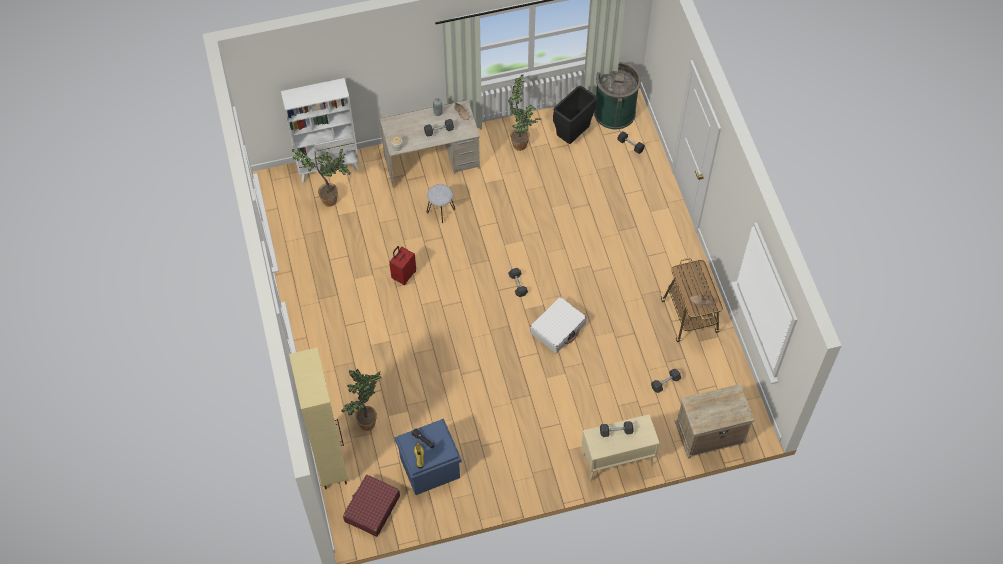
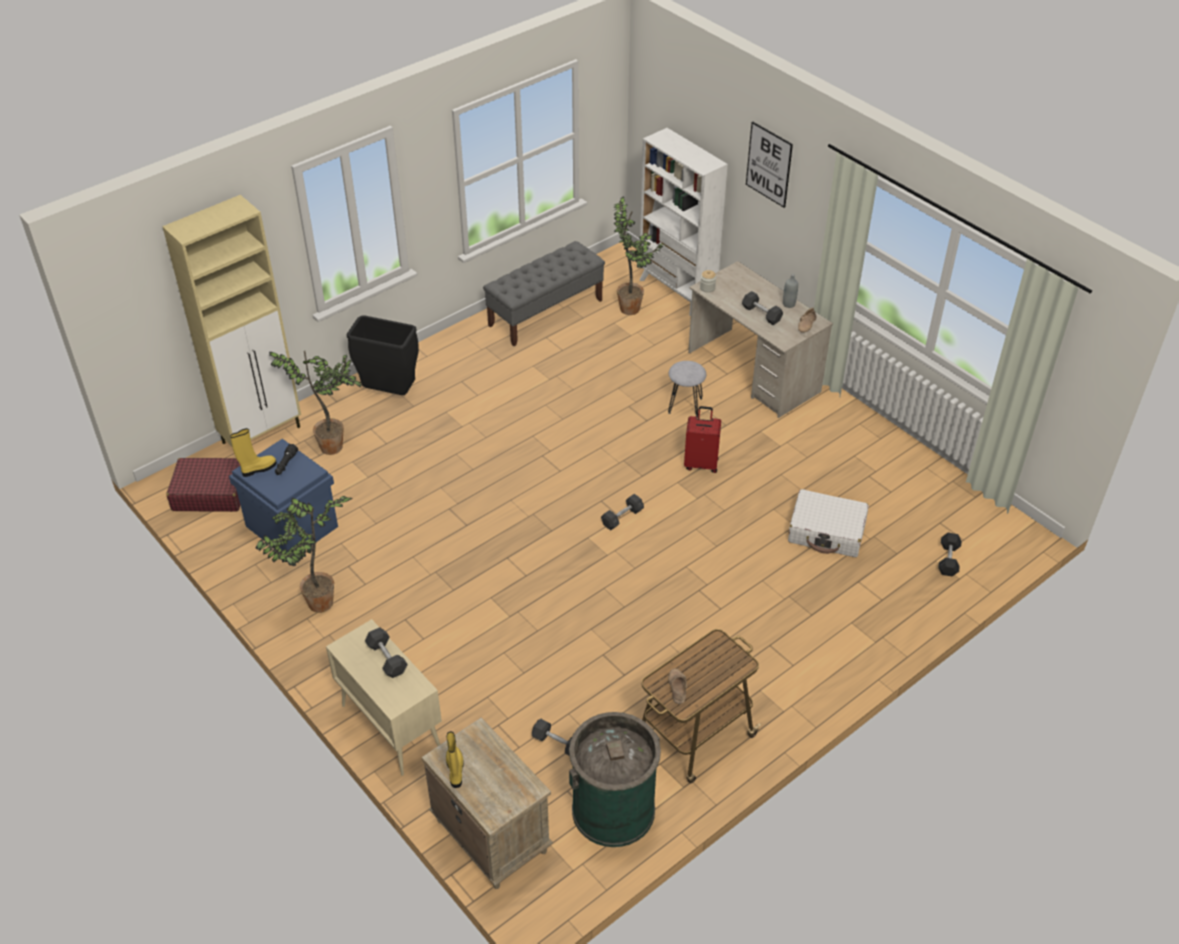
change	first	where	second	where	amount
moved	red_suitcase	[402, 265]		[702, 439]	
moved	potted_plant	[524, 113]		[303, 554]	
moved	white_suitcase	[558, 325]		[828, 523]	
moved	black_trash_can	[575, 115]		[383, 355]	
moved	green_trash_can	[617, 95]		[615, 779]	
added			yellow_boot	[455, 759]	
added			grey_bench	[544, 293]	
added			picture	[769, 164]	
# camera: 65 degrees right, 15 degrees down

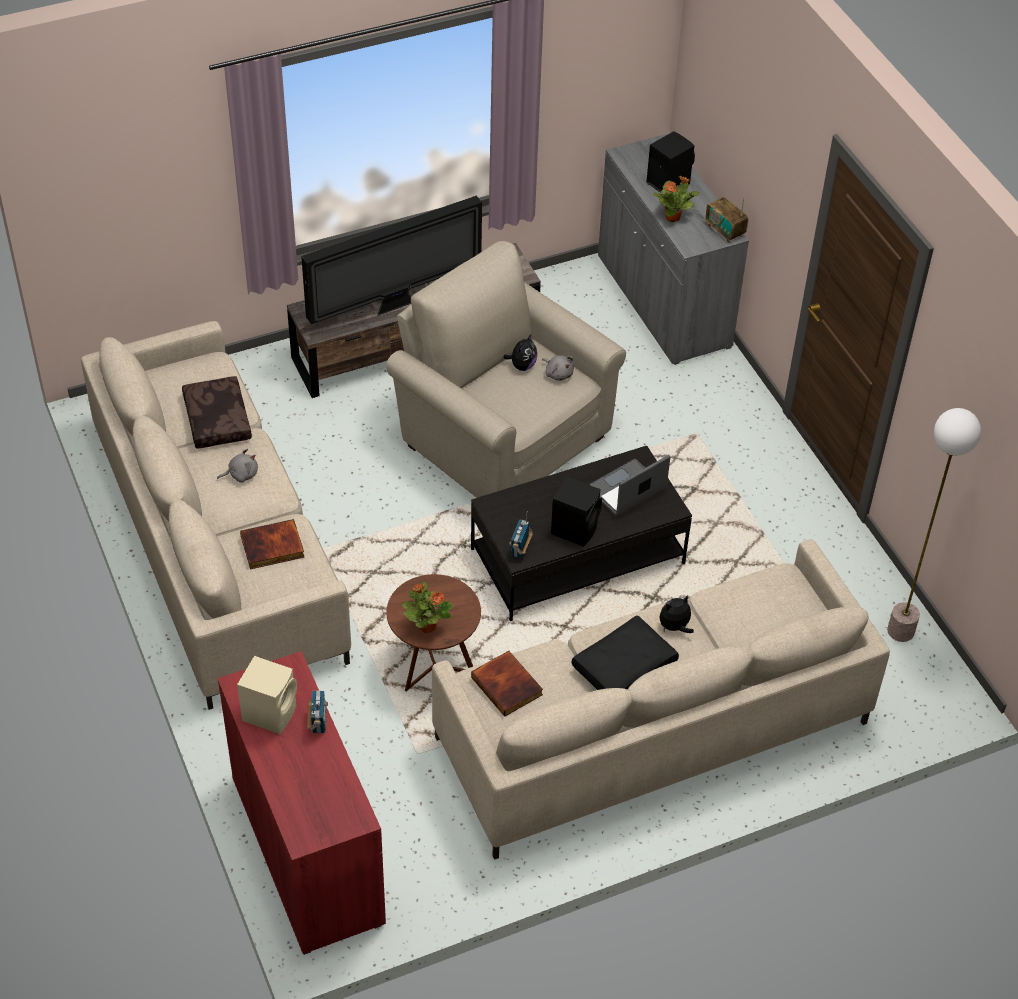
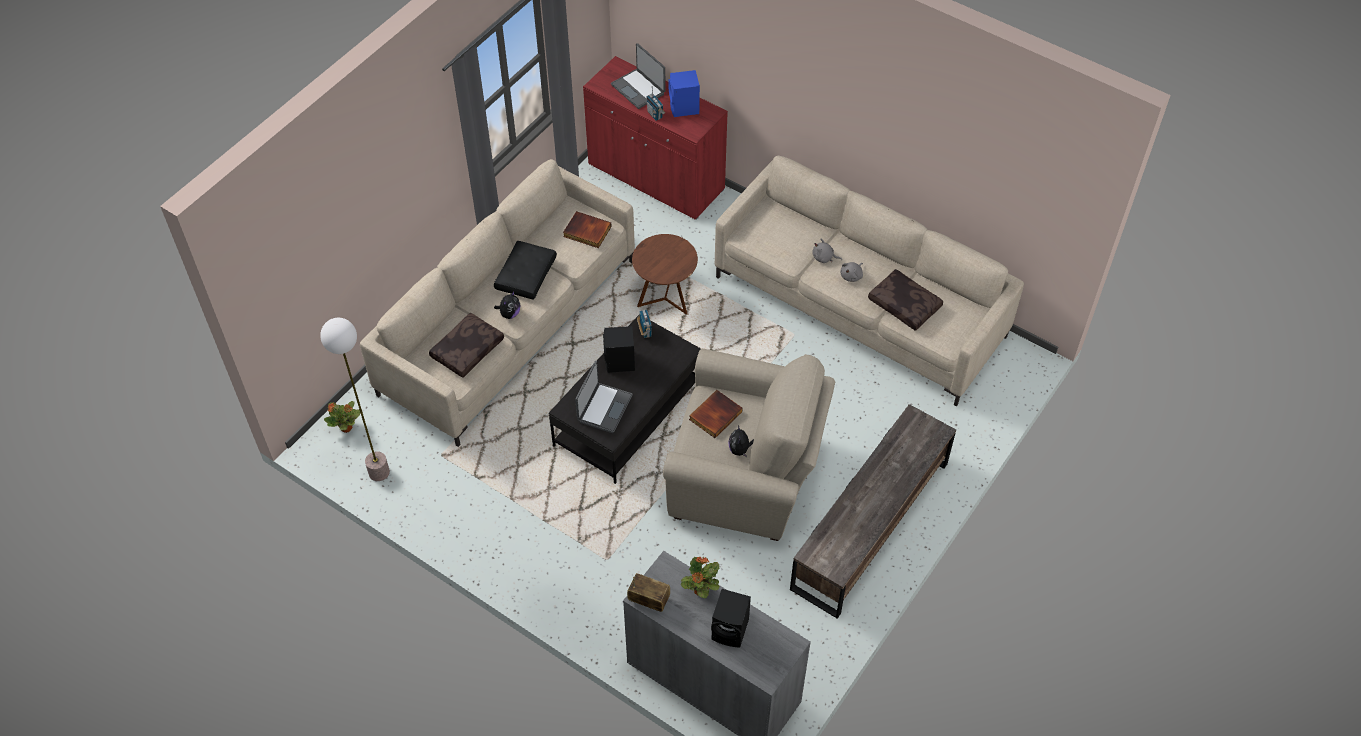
change	first	where	second	where	amount
recoloured	beige_speaker	[267, 695]	blue_speaker	[684, 93]	
moved	book	[272, 544]		[716, 414]	
removed	television	[391, 260]			
moved	potted_plant	[427, 607]		[342, 417]	
moved	grey_plush_toy	[558, 368]		[827, 251]	
added			brown_pillow	[466, 345]	
added			laptop	[638, 76]	
# camera: 150 degrees right, 5 degrees up

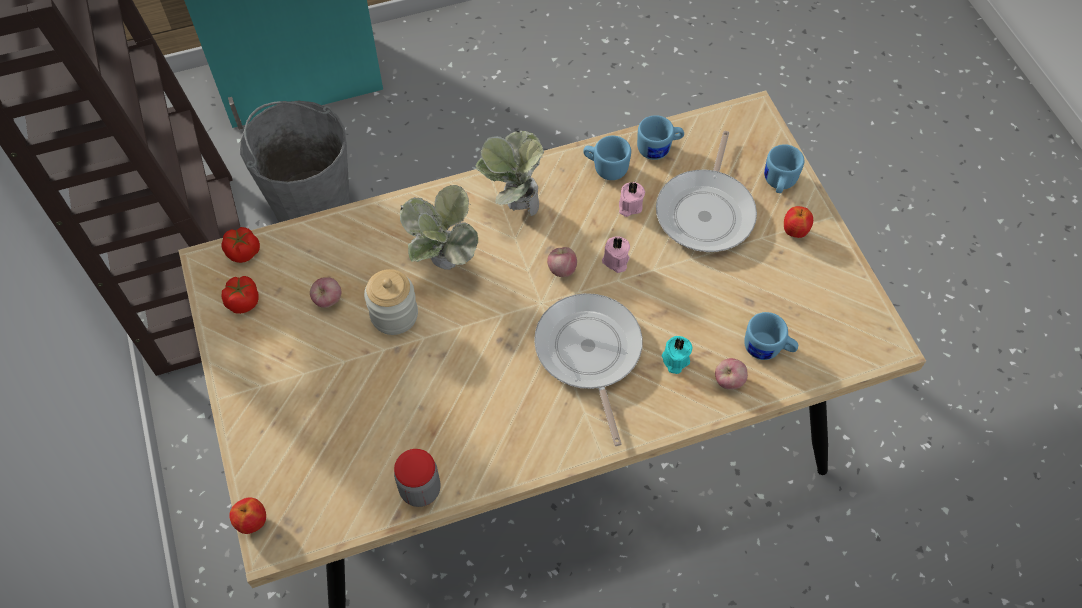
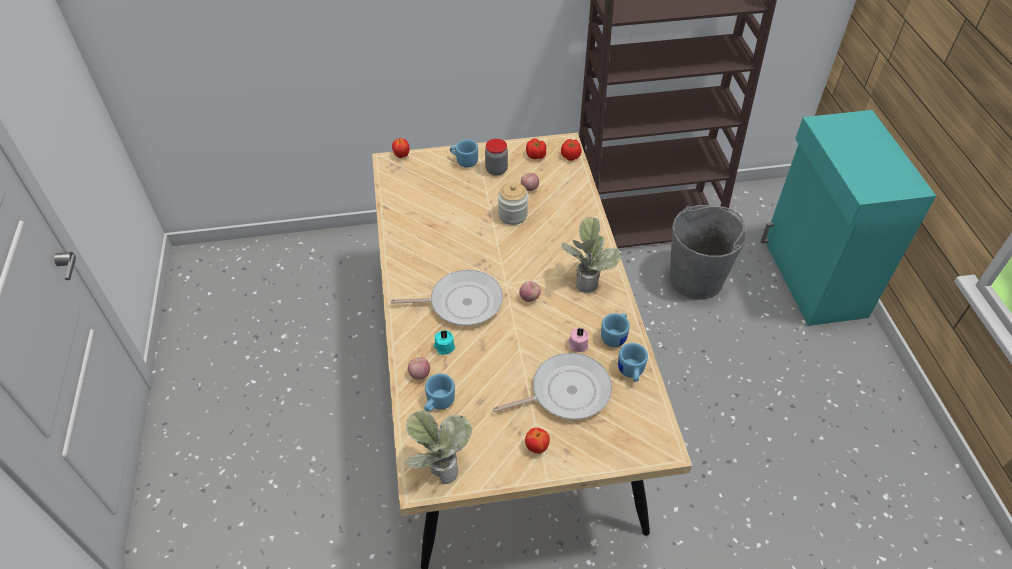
change	first	where	second	where	amount
moved	jar	[417, 478]		[496, 157]	
moved	potted_plant	[439, 227]		[438, 447]	
removed	pink_candle	[616, 254]			
turned	frying_pan	[706, 191]		[552, 386]	135 degrees clockwise
moved	blue_mug	[784, 168]		[464, 154]	
# camera: 100 degrees right, 10 degrees down

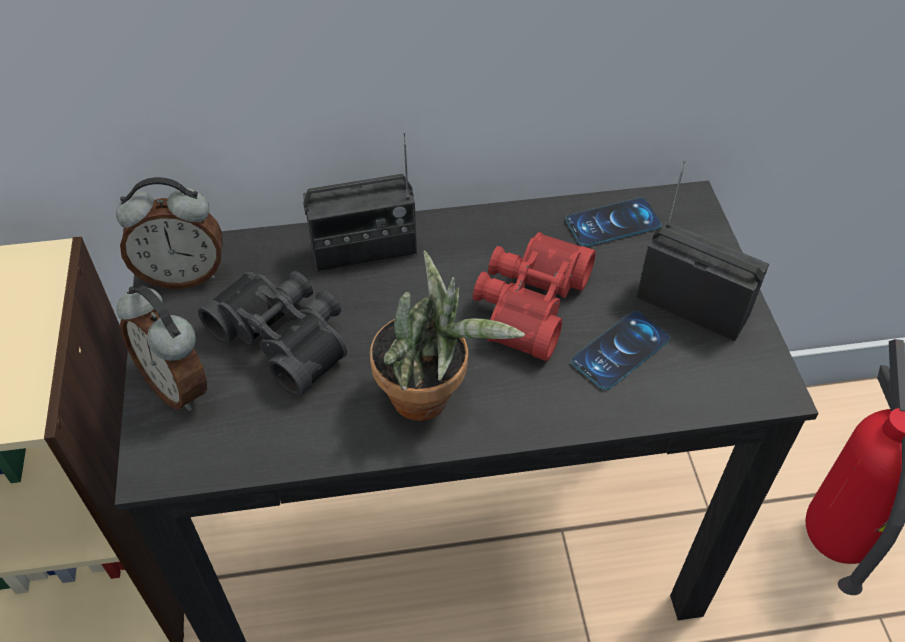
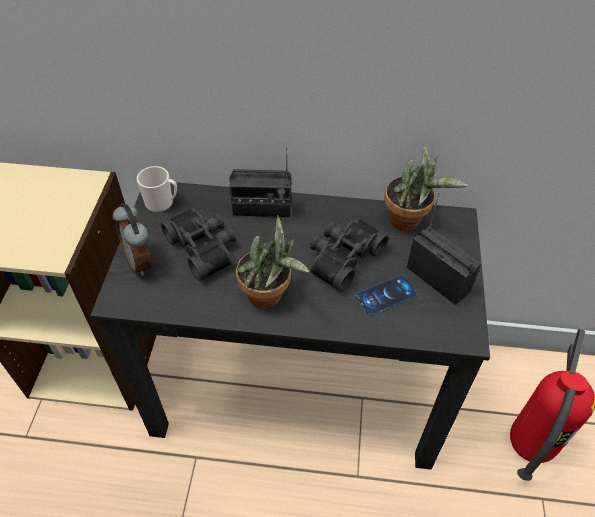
change	first	where	second	where	amount
replaced	alarm_clock	[169, 233]	mug	[157, 189]	
recoloured	red_binoculars	[534, 296]	black_binoculars	[349, 255]	
replaced	phone	[614, 222]	potted_plant	[426, 187]	
# camera: 15 degrees right, 0 degrees up

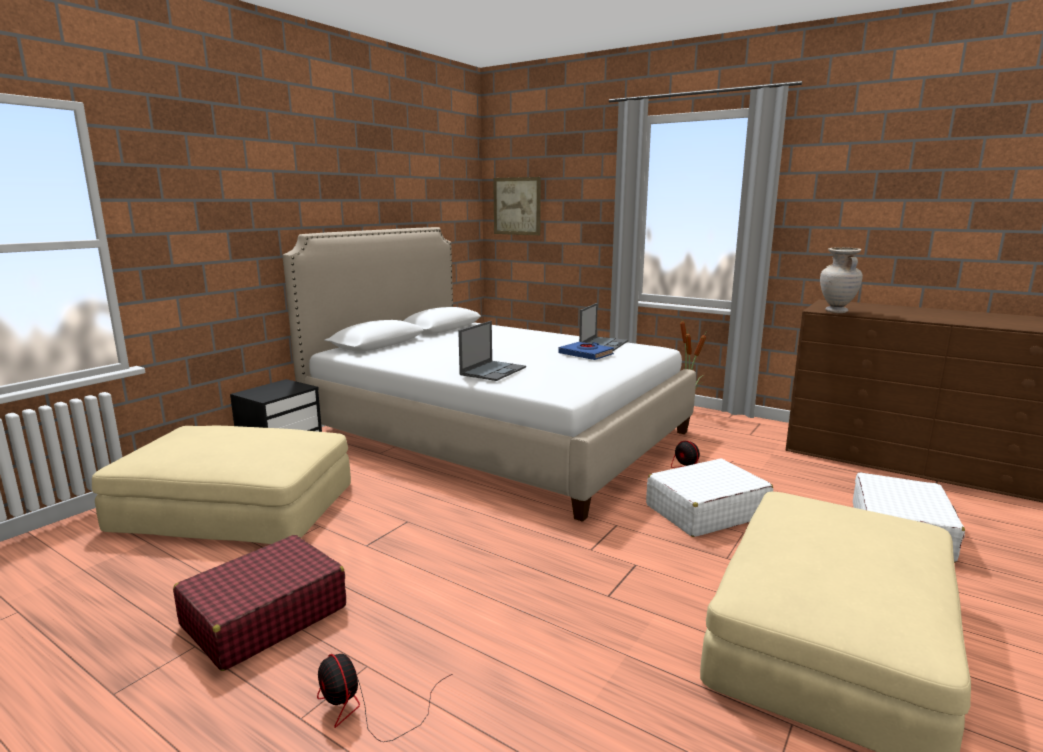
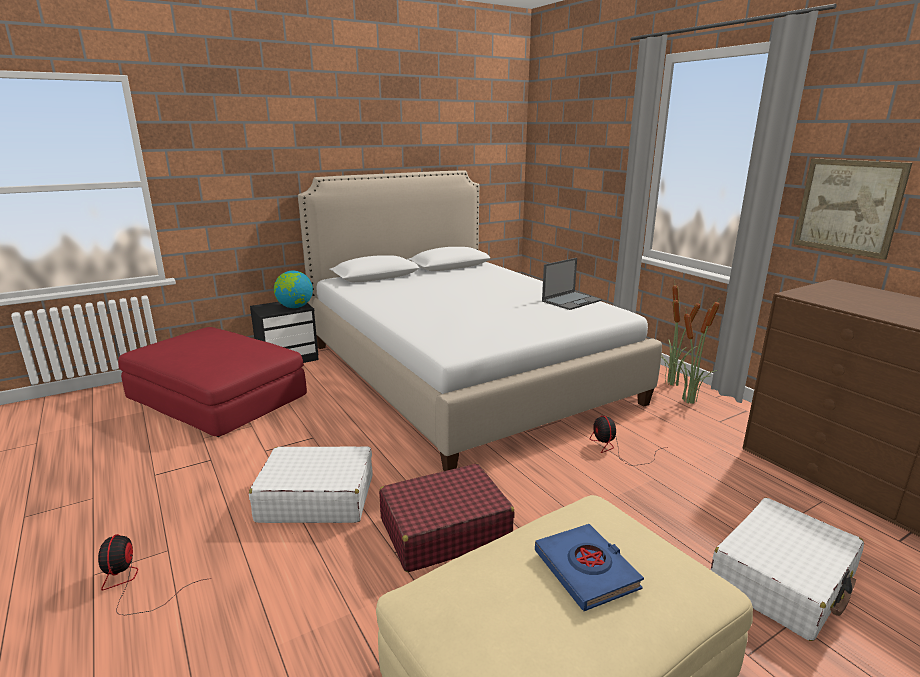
change	first	where	second	where	amount
recoloured	beige_ottoman	[221, 485]	red_ottoman	[212, 382]	
moved	red_suitcase	[259, 603]		[446, 518]	
removed	laptop	[492, 351]			
moved	picture	[517, 206]		[853, 209]	
moved	blue_book	[586, 351]		[589, 567]	
moved	white_suitcase	[709, 497]		[311, 484]	
removed	beige_vase	[841, 280]			
added			globe	[293, 289]	
added			potted_plant	[697, 350]	
# camera: 25 degrees right, 5 degrees up

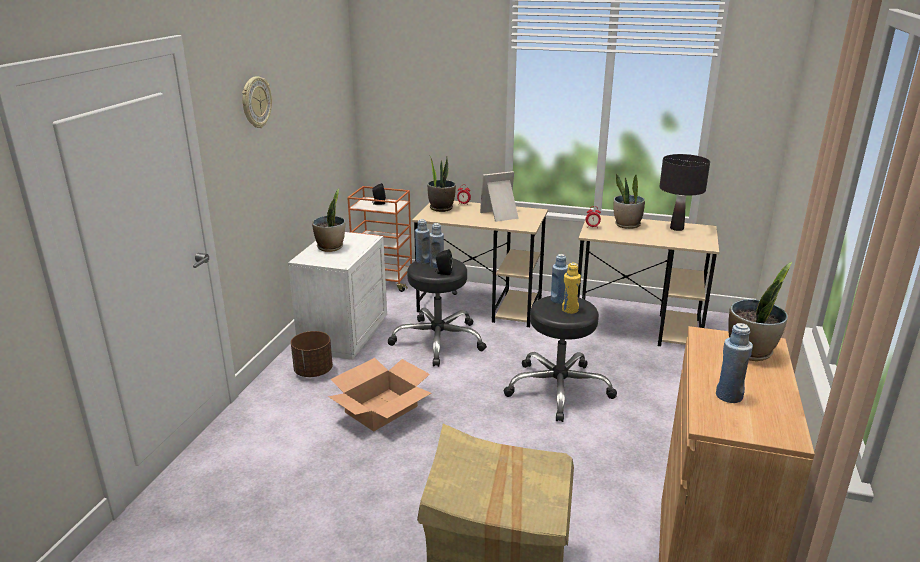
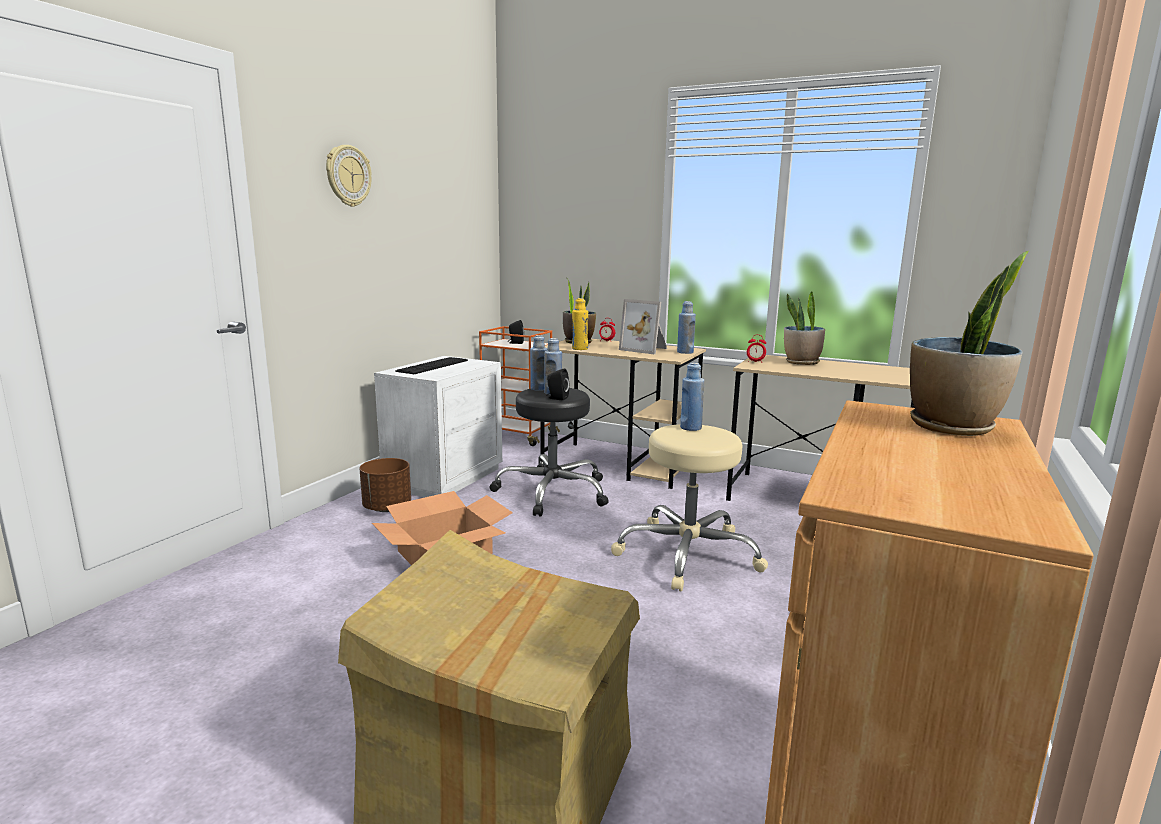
change	first	where	second	where	amount
replaced	potted_plant	[328, 220]	keyboard	[431, 365]	
turned	picture_frame	[499, 196]		[643, 326]	135 degrees counterclockwise
recoloured	black_stool	[560, 359]	beige_stool	[689, 507]	
moved	yellow_bottle	[571, 288]		[580, 324]	
removed	black_table_lamp	[684, 192]			
moved	blue_bottle	[734, 363]		[686, 327]	
# camera: 10 degrees right, 10 degrees down

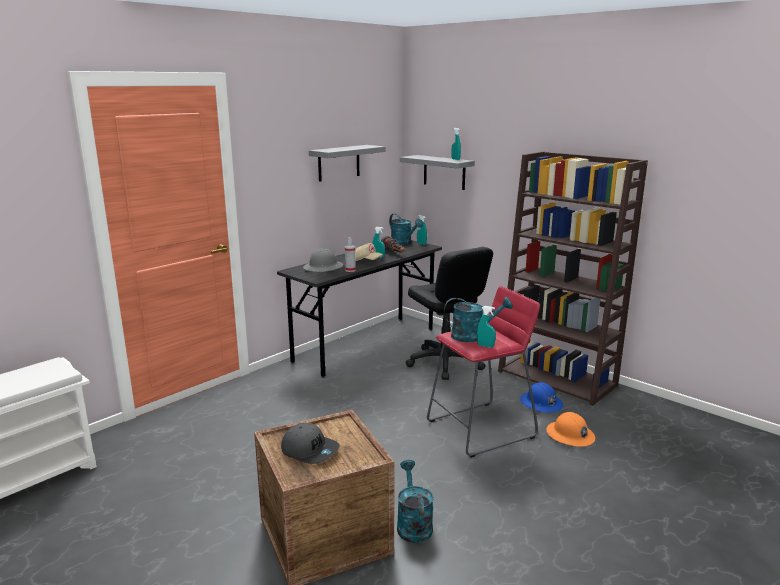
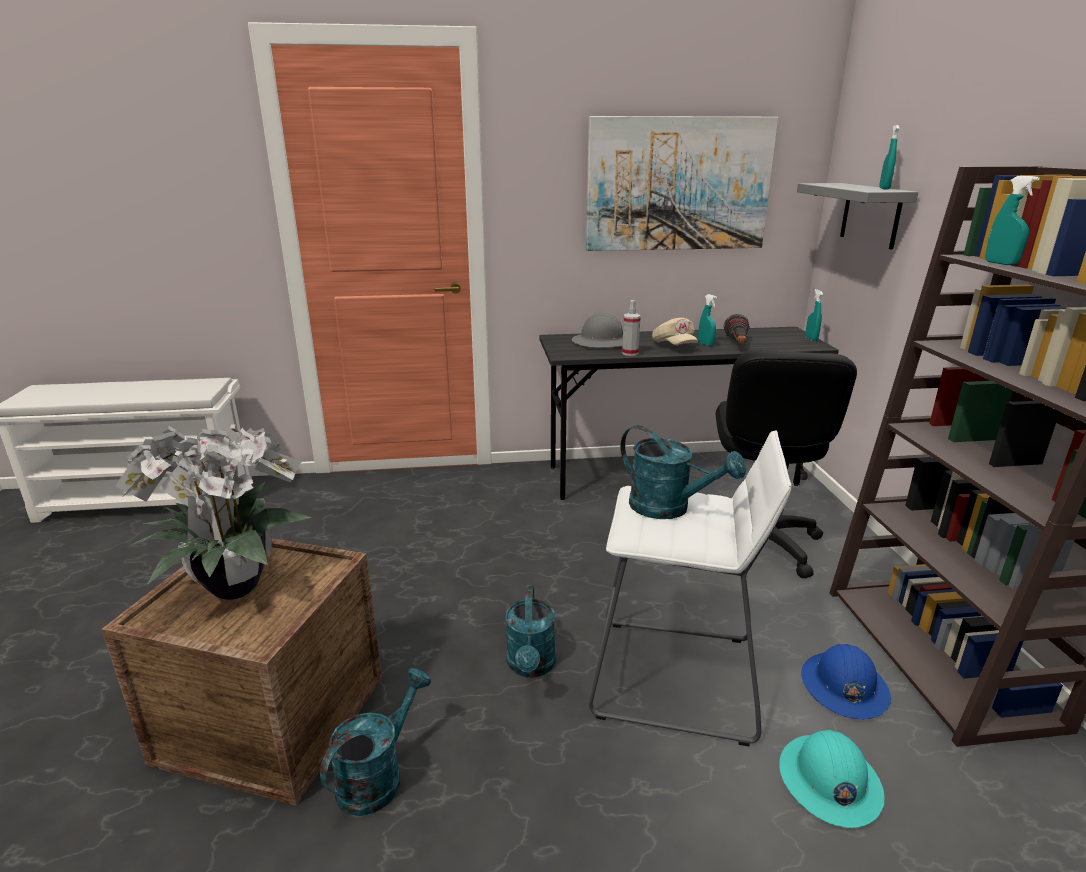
change	first	where	second	where	amount
replaced	grey_cap	[310, 443]	potted_plant	[213, 512]	
replaced	grey_shelf	[347, 163]	picture	[682, 183]	
moved	turquoise_watering_can	[406, 229]		[530, 631]	
recoloured	red_stool	[483, 372]	white_stool	[690, 588]	
moved	turquoise_spray_bottle	[486, 327]		[1012, 220]	
recoloured	orange_hard_hat	[570, 429]	turquoise_hard_hat	[832, 779]	
# camera: 40 degrees right, 5 degrees up

